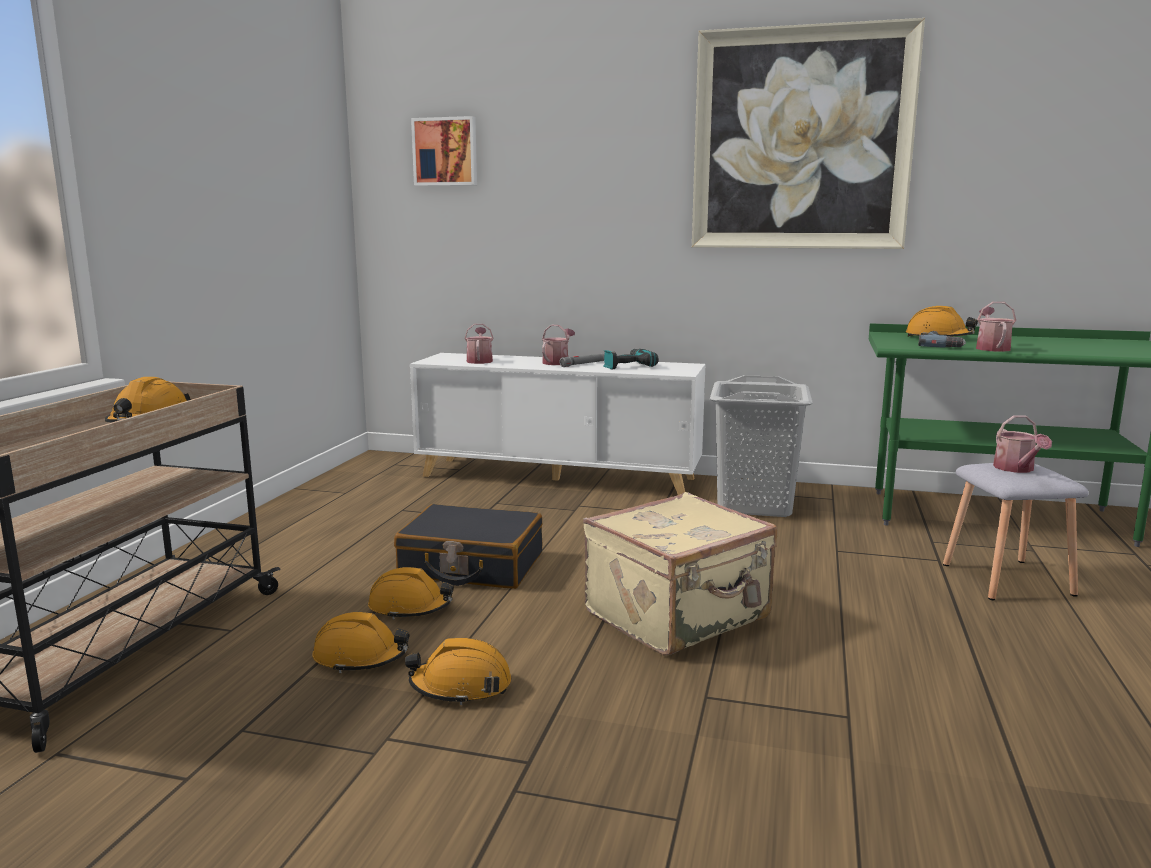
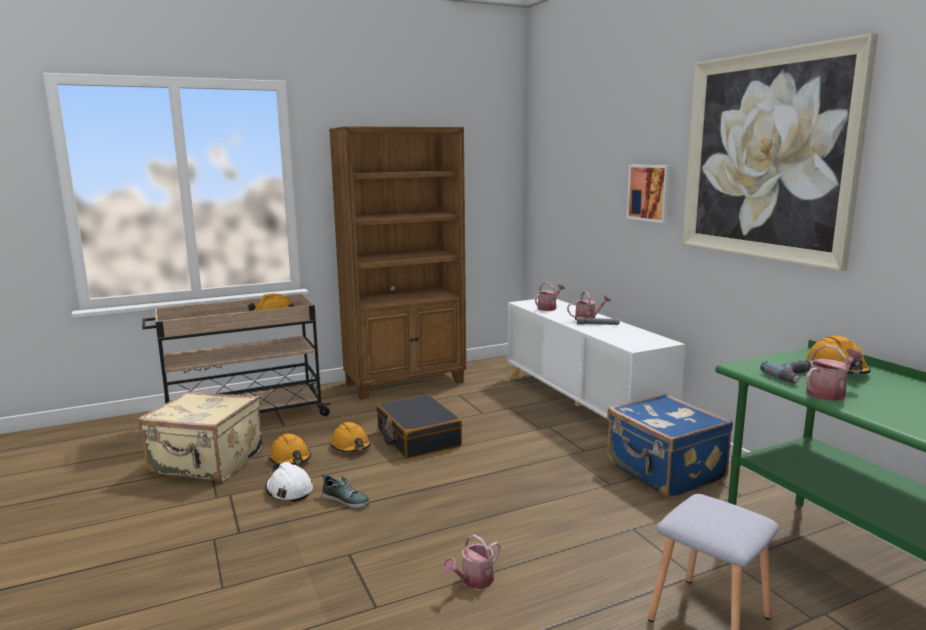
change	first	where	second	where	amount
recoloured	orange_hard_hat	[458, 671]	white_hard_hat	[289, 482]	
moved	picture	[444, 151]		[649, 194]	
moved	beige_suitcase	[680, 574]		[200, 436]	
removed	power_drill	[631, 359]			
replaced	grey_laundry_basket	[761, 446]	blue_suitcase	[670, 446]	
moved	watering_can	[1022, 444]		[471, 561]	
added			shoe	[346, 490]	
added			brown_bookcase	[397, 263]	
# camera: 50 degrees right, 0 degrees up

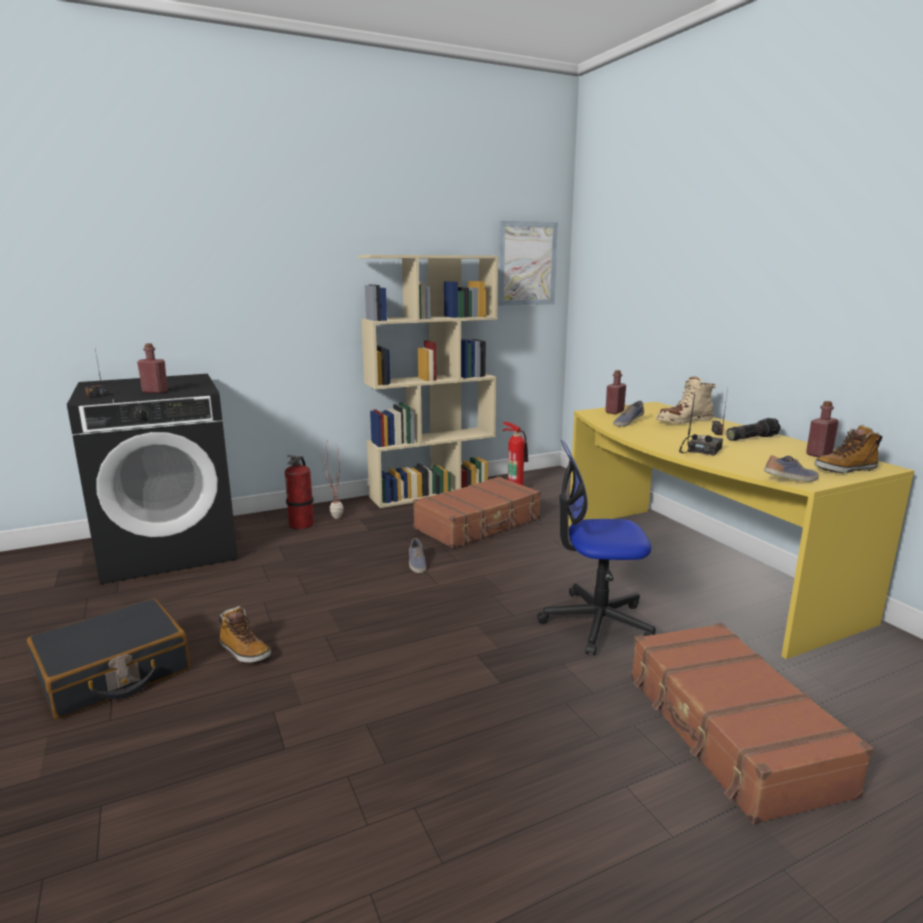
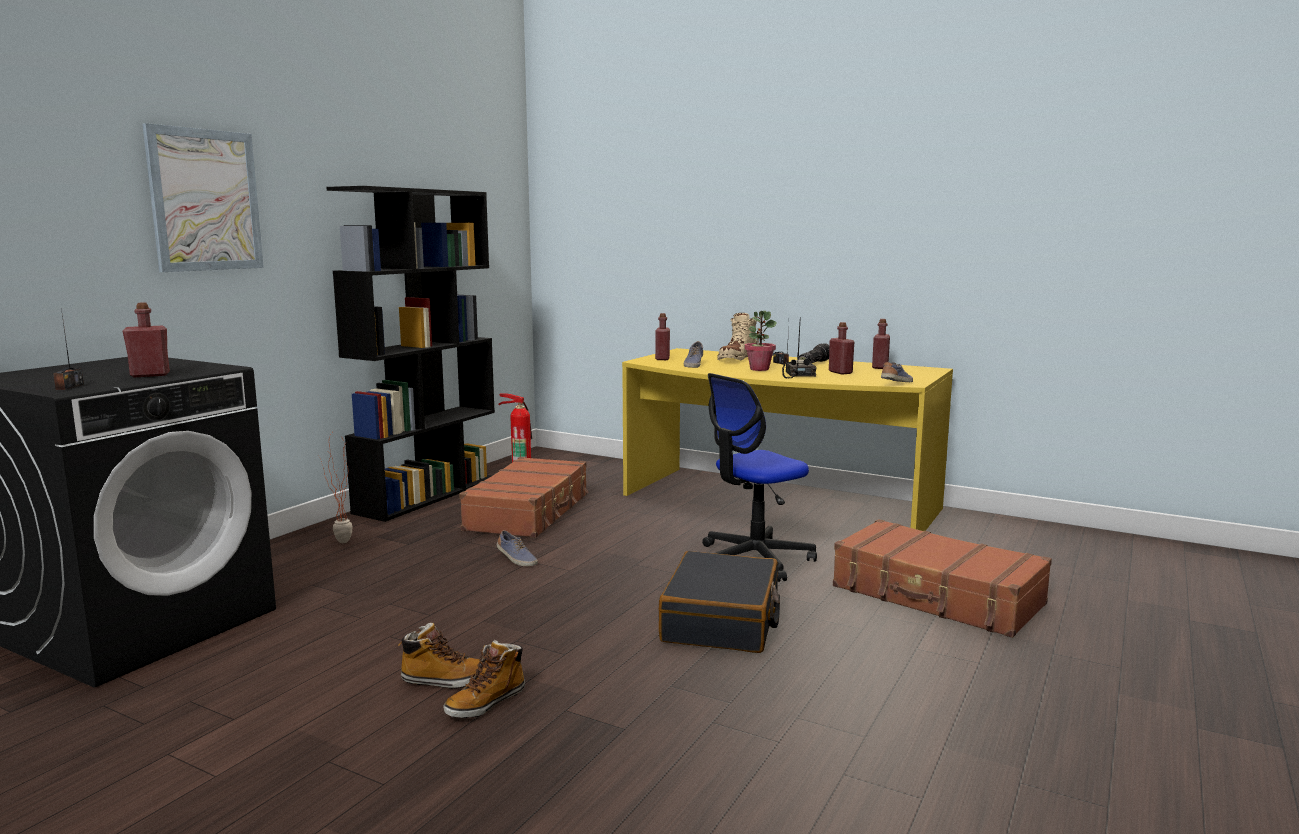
change	first	where	second	where	amount
moved	black_suitcase	[108, 659]		[719, 602]	
removed	fire_extinguisher	[299, 492]			
recoloured	beige_bookcase	[428, 381]	black_bookcase	[410, 354]	
moved	picture	[528, 263]		[203, 197]	
moved	boot	[848, 448]		[484, 679]	
added			potted_plant	[761, 341]	
added			red_bottle	[841, 348]	
# camera: 35 degrees left, 5 degrees down

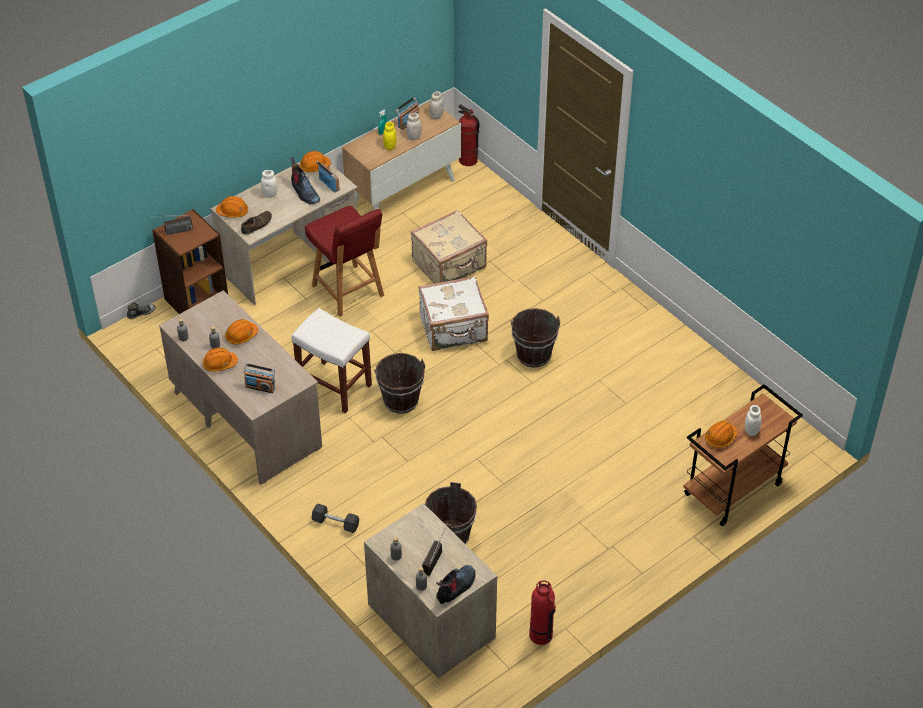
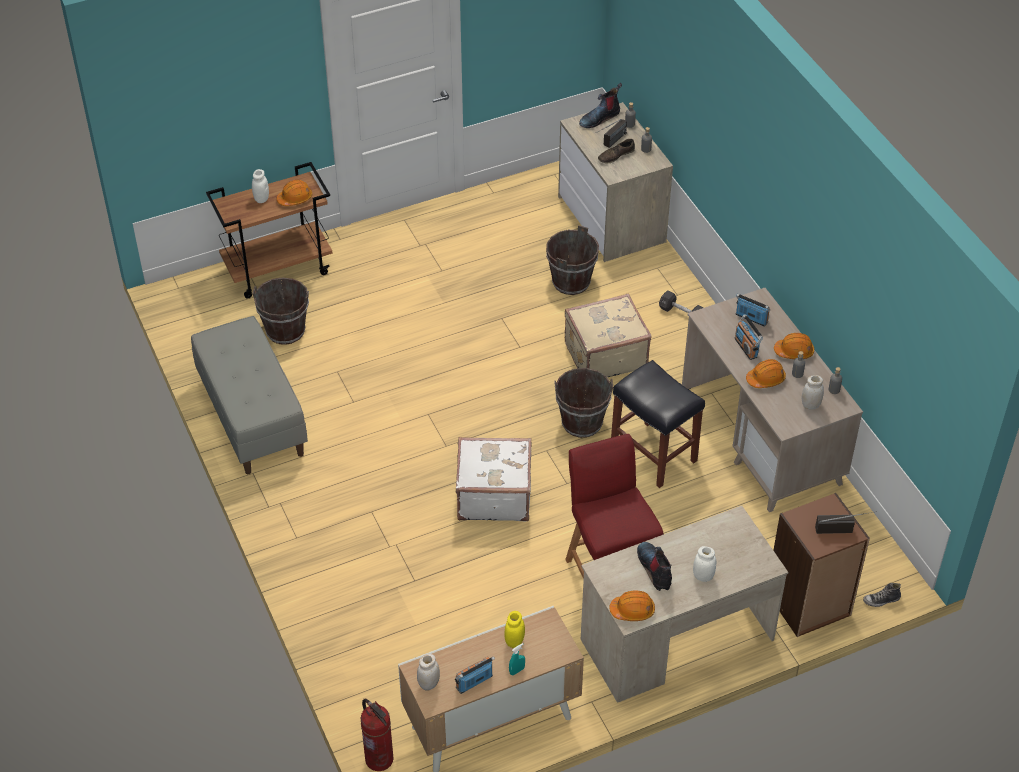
change	first	where	second	where	amount
removed	orange_hard_hat	[232, 207]			
moved	brown_shoe	[256, 223]		[616, 151]	
recoloured	white_stool	[331, 360]	black_stool	[658, 424]	
moved	radio	[328, 176]		[749, 337]	
moved	white_jar	[414, 126]		[813, 392]	
moved	beige_suitcase	[449, 247]		[608, 335]	
moved	brown_bucket	[535, 338]		[280, 311]	
removed	fire_extinguisher	[542, 612]			
added			grey_bench	[249, 395]	
# camera: 165 degrees left, 0 degrees up

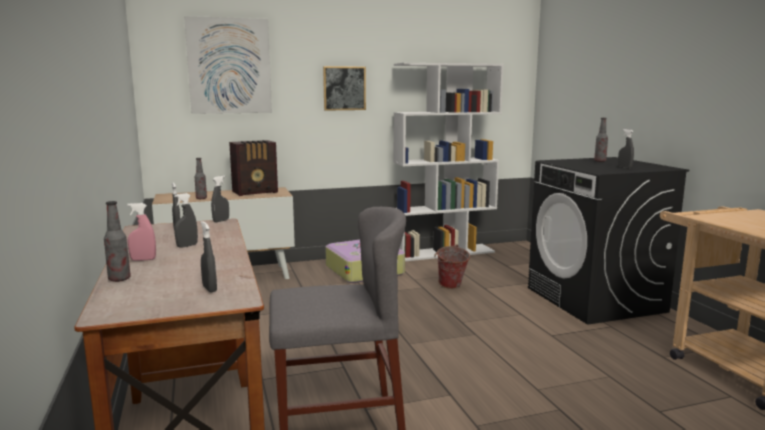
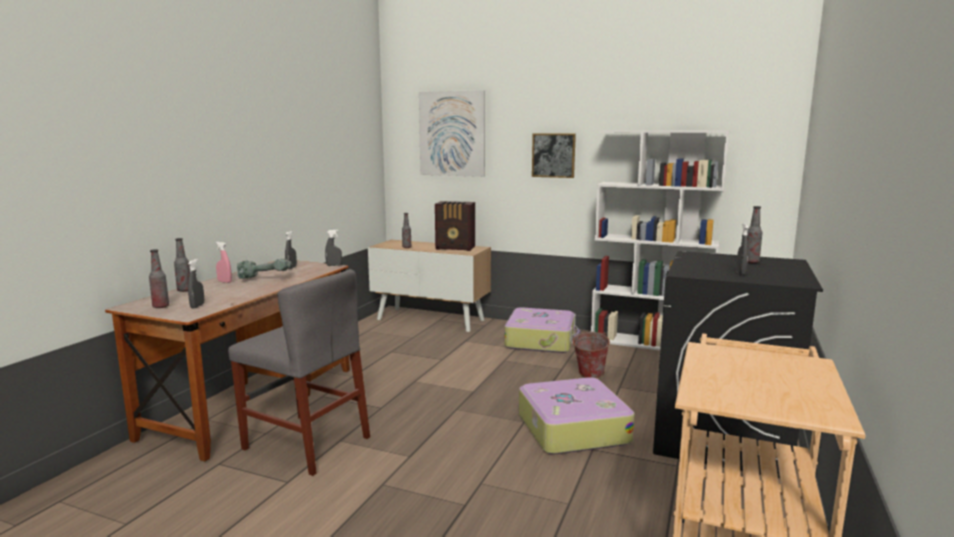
change	first	where	second	where	amount
replaced	grey_spray_bottle	[186, 220]	power_drill	[264, 269]	
added			bottle	[159, 278]	
added			suitcase	[577, 415]	
# camera: 40 degrees right, 0 degrees up

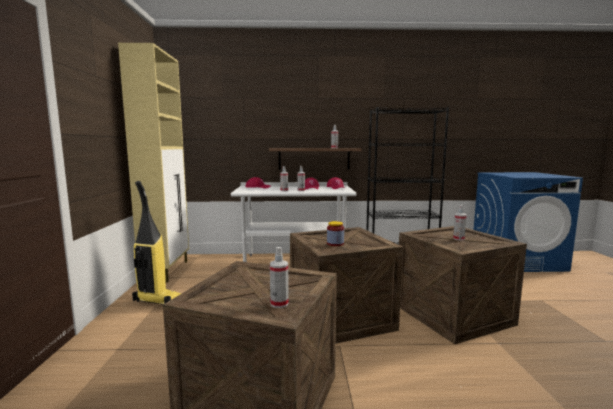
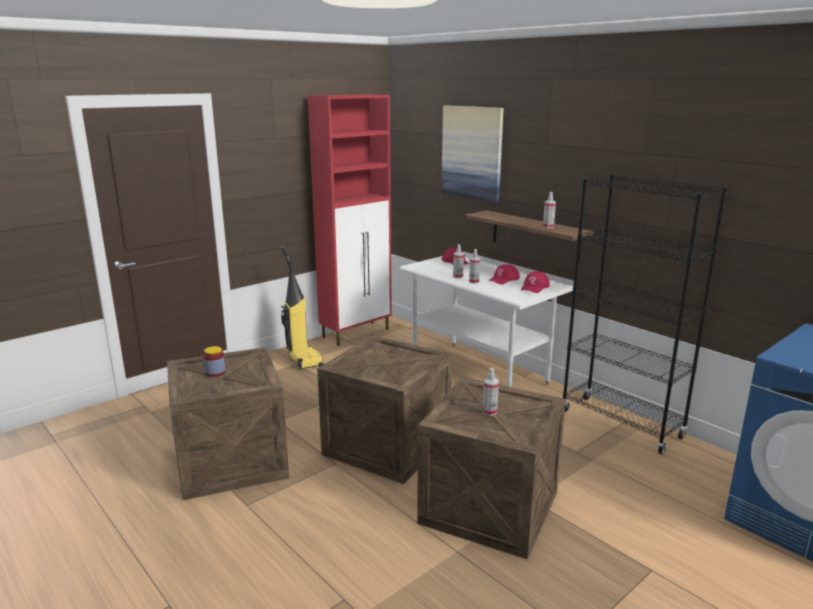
change	first	where	second	where	amount
recoloured	beige_cabinet	[153, 163]	red_cabinet	[350, 220]	
removed	spray_bottle	[279, 277]			
moved	jar	[335, 233]		[214, 361]	
added			picture	[473, 154]	
# camera: 50 degrees right, 10 degrees up

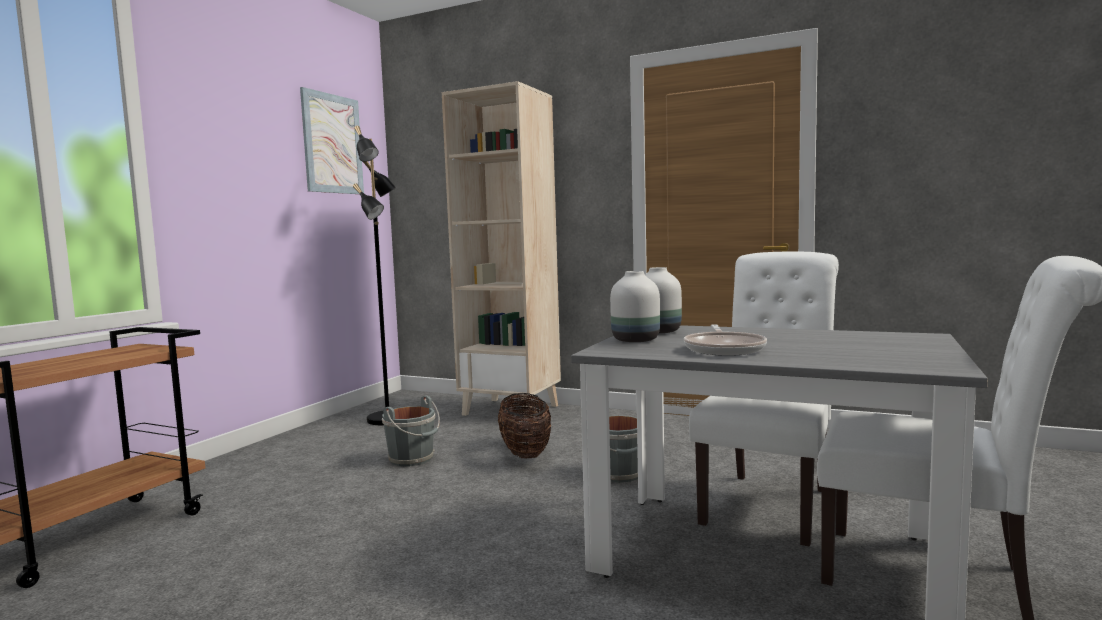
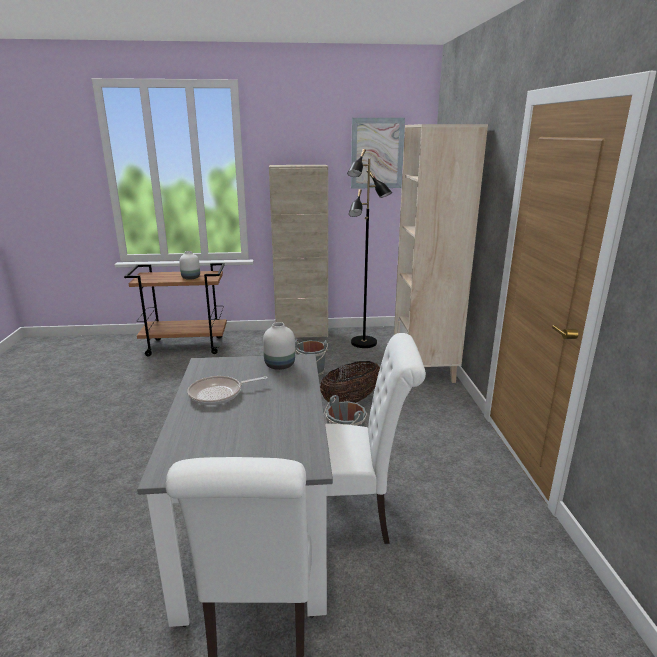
change	first	where	second	where	amount
moved	white_vase	[635, 306]		[189, 265]	
added			beige_cabinet	[298, 251]	
# camera: 60 degrees right, 15 degrees up

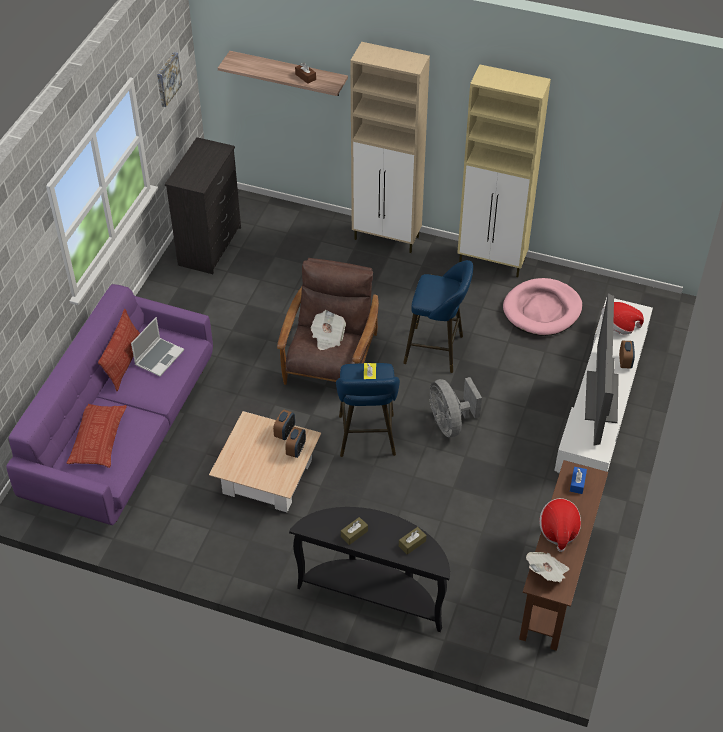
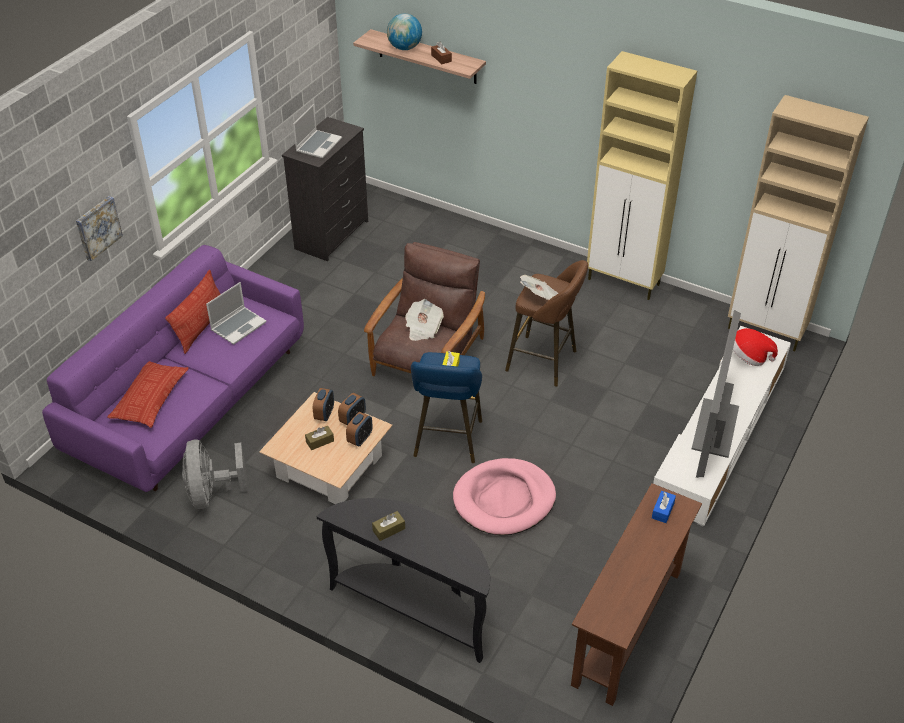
change	first	where	second	where	amount
moved	picture	[169, 79]		[99, 228]	
moved	beige_cabinet	[390, 147]		[798, 223]	
moved	brown_tissue_box	[412, 541]		[319, 438]	
recoloured	blue_stool	[438, 316]	brown_stool	[546, 323]	
moved	grey_fan	[455, 407]		[214, 474]	
moved	pink_dog_bed	[542, 307]		[504, 496]	
moved	newspaper	[547, 567]		[539, 287]	
removed	hat	[560, 525]			
moved	alarm_clock	[627, 354]		[323, 404]	
added			laptop	[317, 131]	
added			globe	[404, 32]	
# camera: 10 degrees right, 5 degrees down

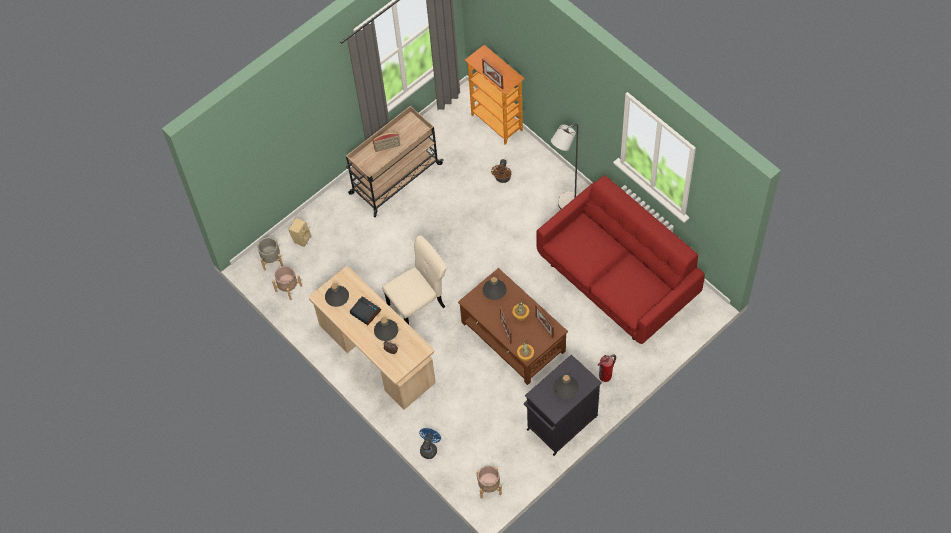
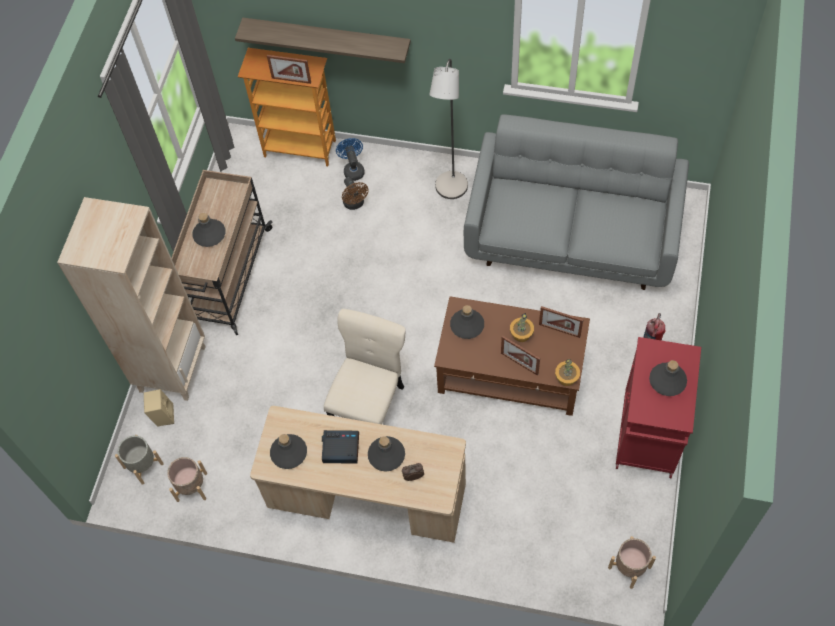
change	first	where	second	where	amount
replaced	radio	[386, 142]	grey_bottle	[209, 230]	
moved	blue_fan	[430, 443]		[350, 159]	
recoloured	black_cabinet	[563, 405]	red_cabinet	[658, 407]	
recoloured	red_sofa	[620, 260]	grey_sofa	[576, 202]	
added			beige_bookcase	[131, 299]	
added			shelf	[323, 40]	
# camera: 35 degrees left, 0 degrees up

